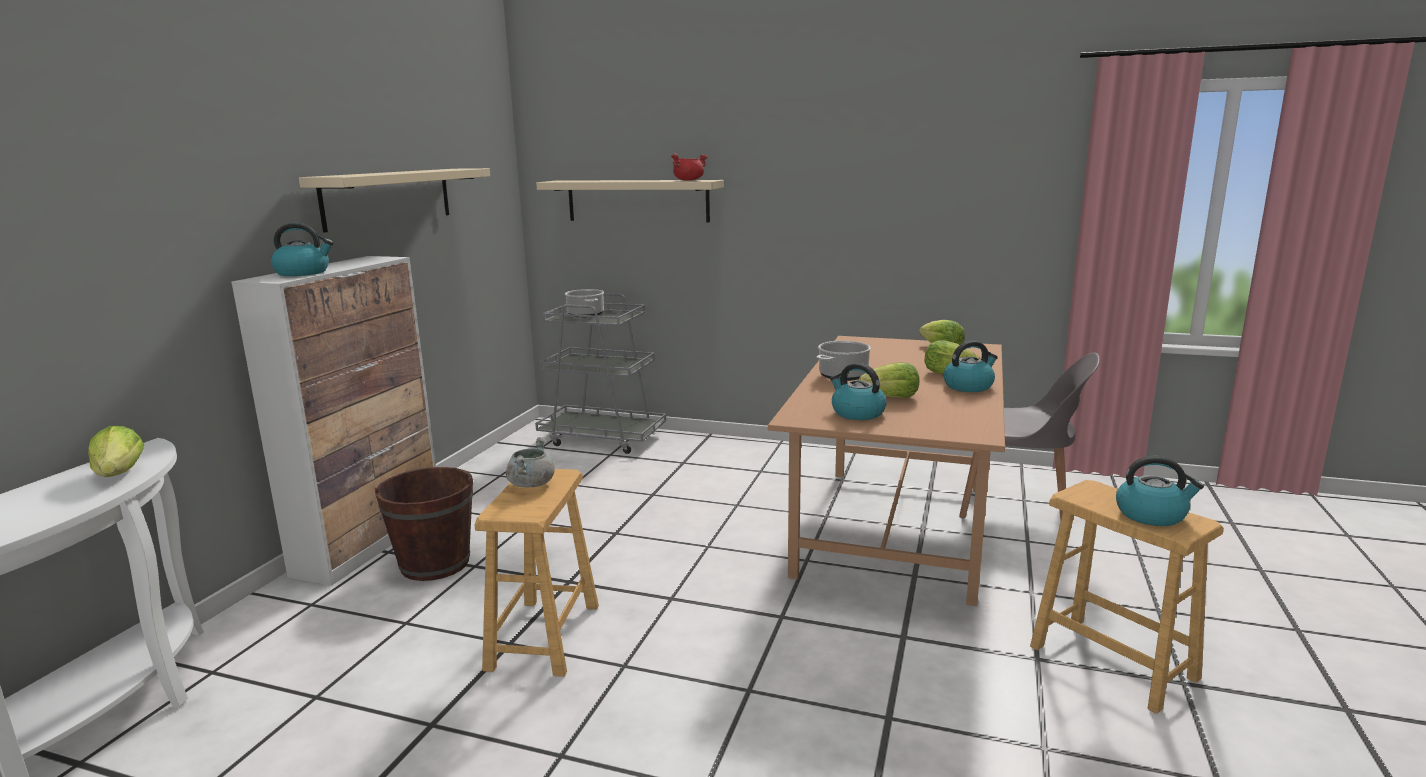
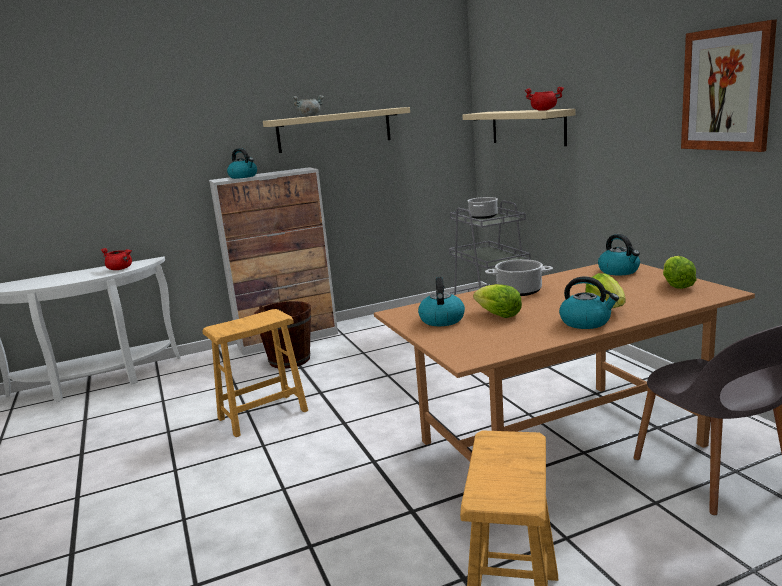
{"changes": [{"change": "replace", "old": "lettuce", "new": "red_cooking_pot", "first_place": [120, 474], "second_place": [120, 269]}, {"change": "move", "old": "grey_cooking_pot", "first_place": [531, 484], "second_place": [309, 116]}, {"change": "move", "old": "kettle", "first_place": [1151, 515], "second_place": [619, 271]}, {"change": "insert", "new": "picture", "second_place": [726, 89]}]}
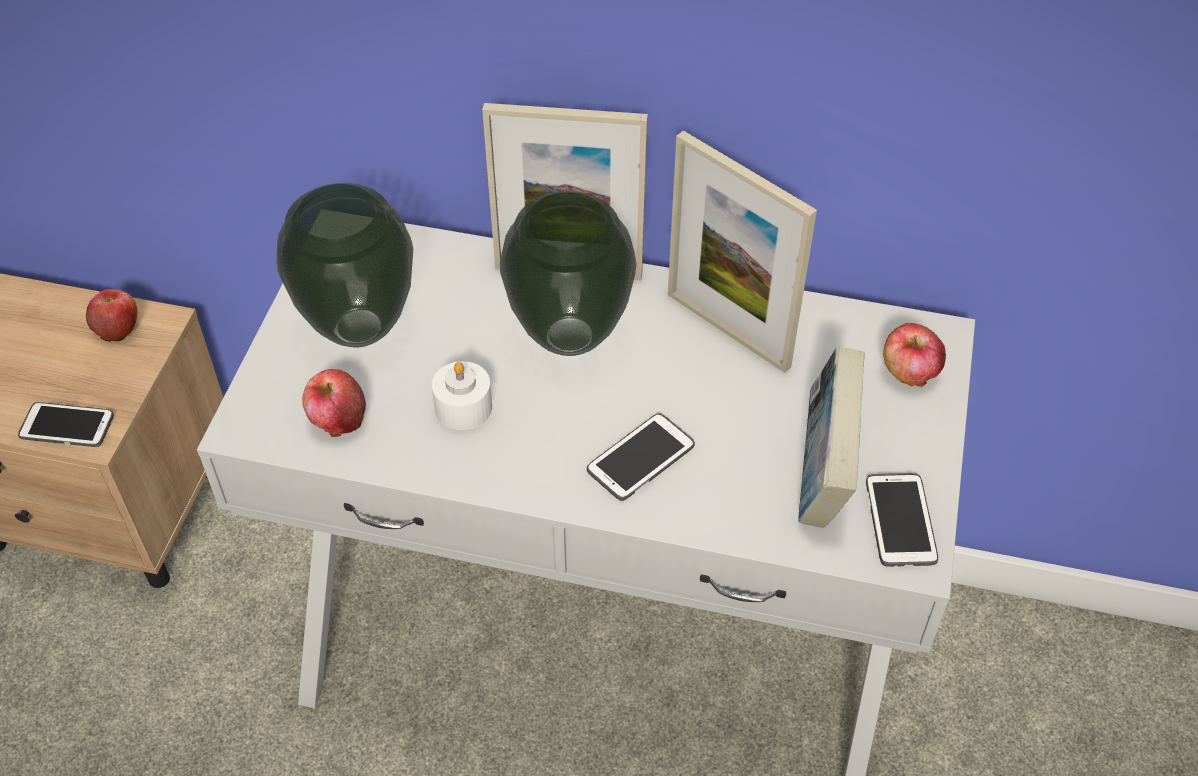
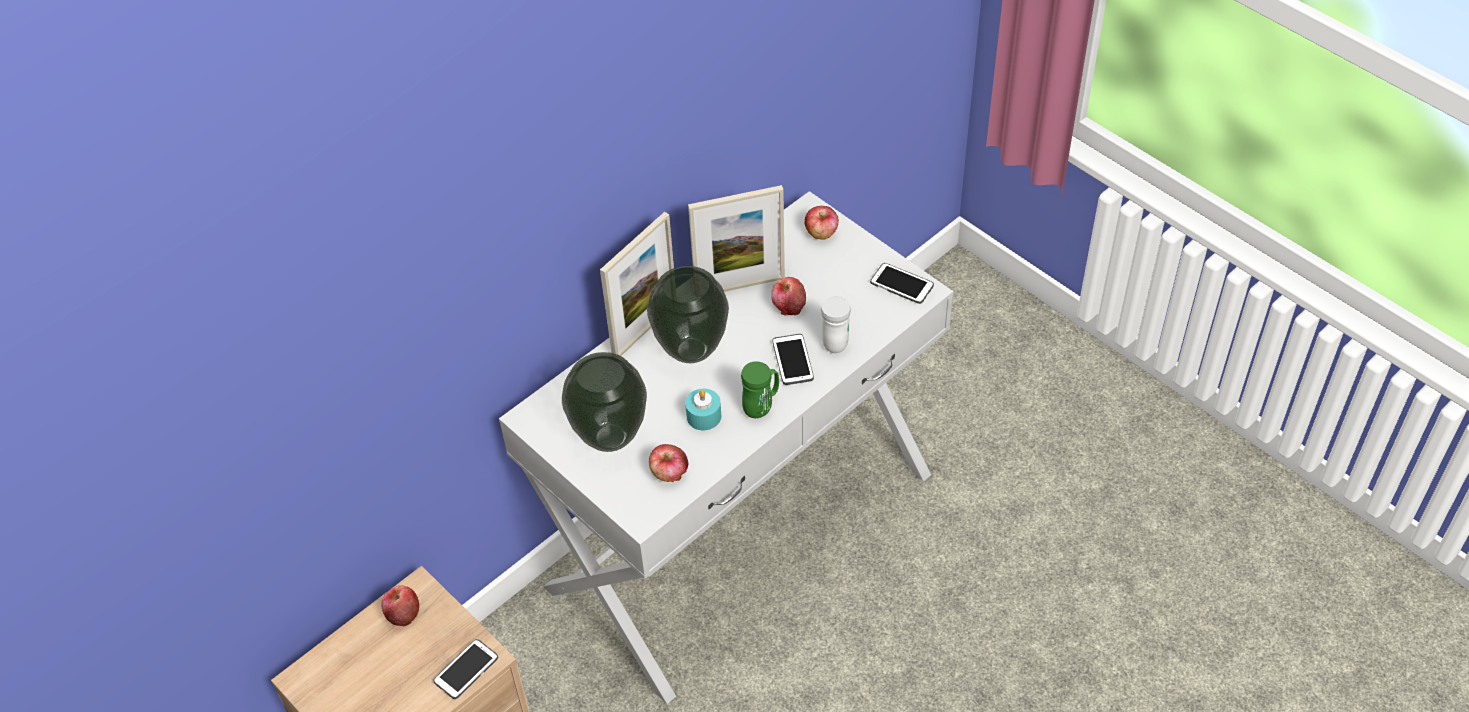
{"changes": [{"change": "recolor", "old": "white_candle", "new": "turquoise_candle", "first_place": [463, 407], "second_place": [703, 416]}, {"change": "delete", "old": "book", "first_place": [823, 475]}, {"change": "insert", "new": "green_mug", "second_place": [761, 406]}, {"change": "insert", "new": "apple", "second_place": [788, 306]}, {"change": "insert", "new": "white_mug", "second_place": [835, 340]}]}
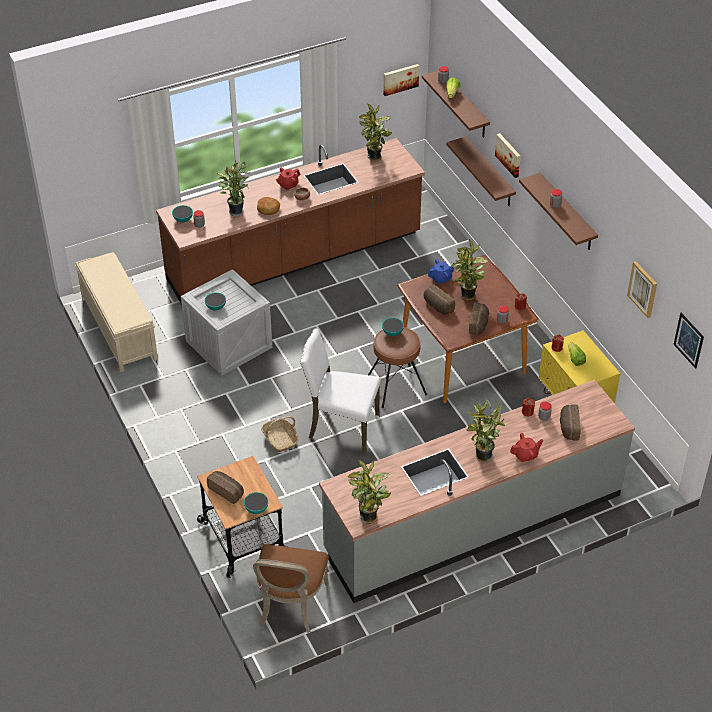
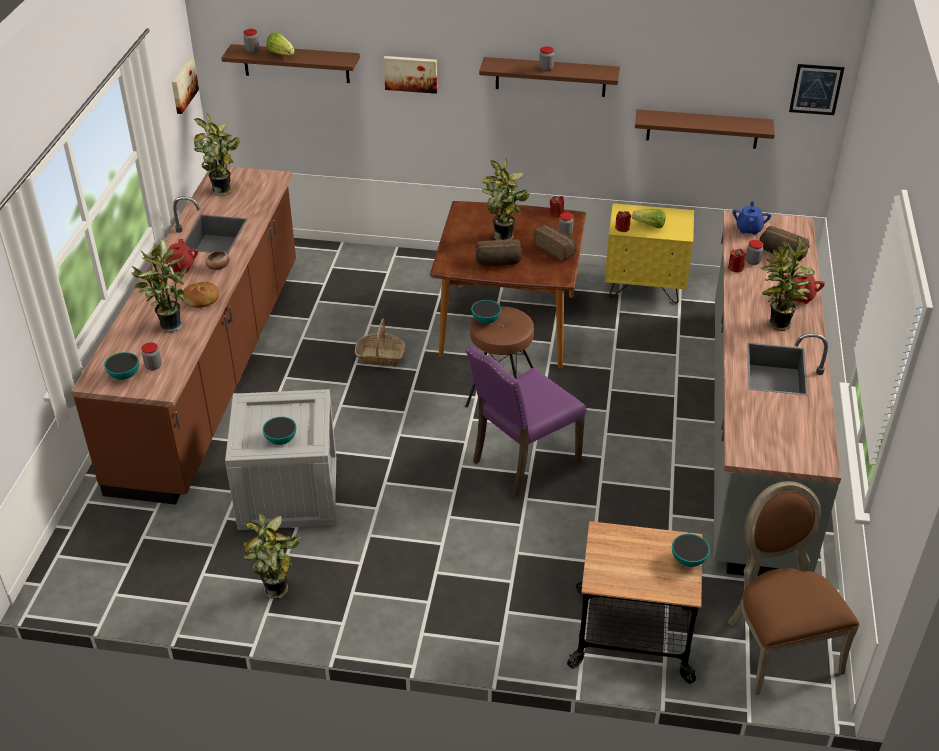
{"changes": [{"change": "delete", "old": "beige_bench", "first_place": [119, 328]}, {"change": "delete", "old": "bread", "first_place": [227, 491]}, {"change": "rotate", "old": "brown_chair", "first_place": [290, 606], "second_place": [777, 644], "degrees": -150}, {"change": "move", "old": "basket", "first_place": [280, 439], "second_place": [380, 356]}, {"change": "recolor", "old": "white_chair", "new": "purple_chair", "first_place": [341, 426], "second_place": [523, 461]}, {"change": "move", "old": "potted_plant", "first_place": [369, 518], "second_place": [279, 590]}, {"change": "move", "old": "blue_teapot", "first_place": [441, 278], "second_place": [749, 229]}, {"change": "move", "old": "brown_shelf", "first_place": [489, 173], "second_place": [702, 129]}, {"change": "delete", "old": "picture", "first_place": [643, 289]}]}
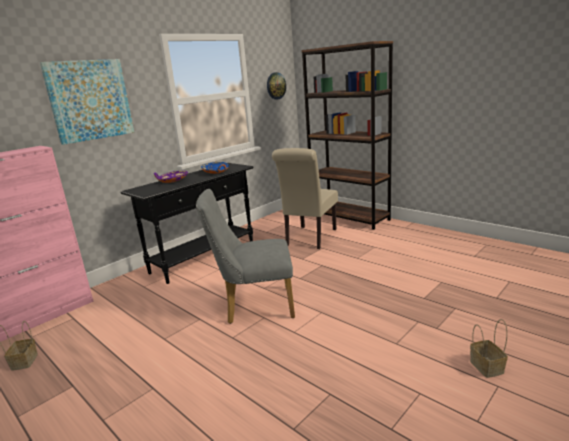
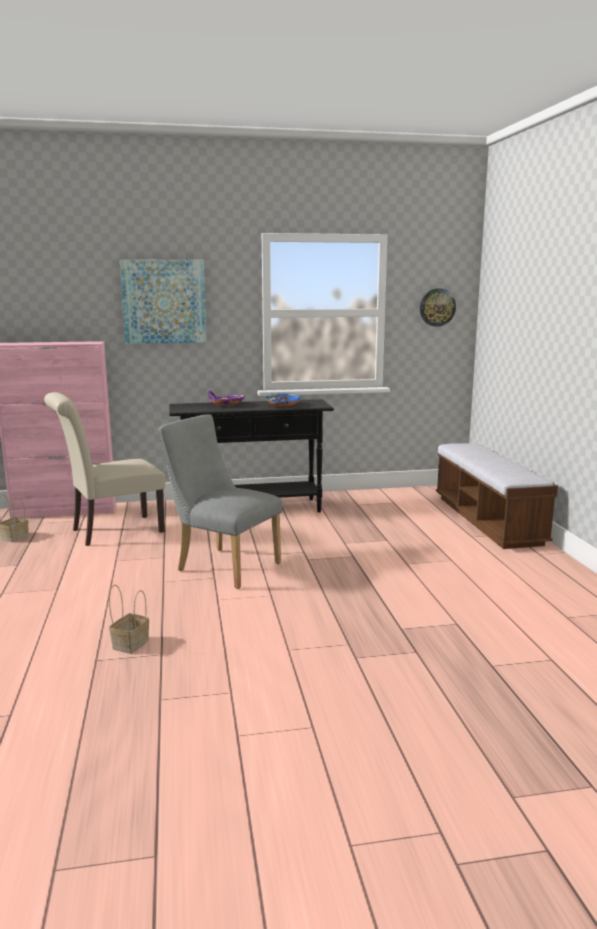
{"changes": [{"change": "move", "old": "beige_chair", "first_place": [309, 238], "second_place": [111, 531]}, {"change": "replace", "old": "brown_bookcase", "new": "bench", "first_place": [350, 217], "second_place": [487, 520]}, {"change": "move", "old": "basket", "first_place": [485, 366], "second_place": [131, 643]}]}
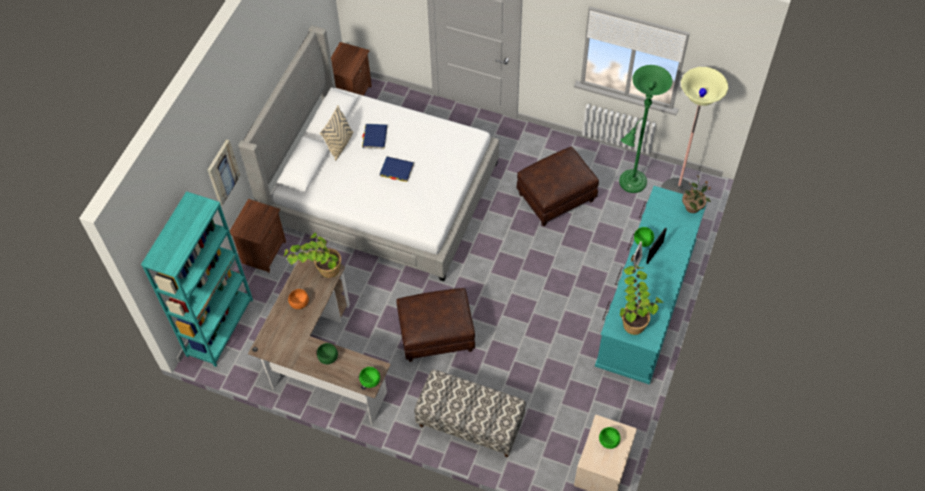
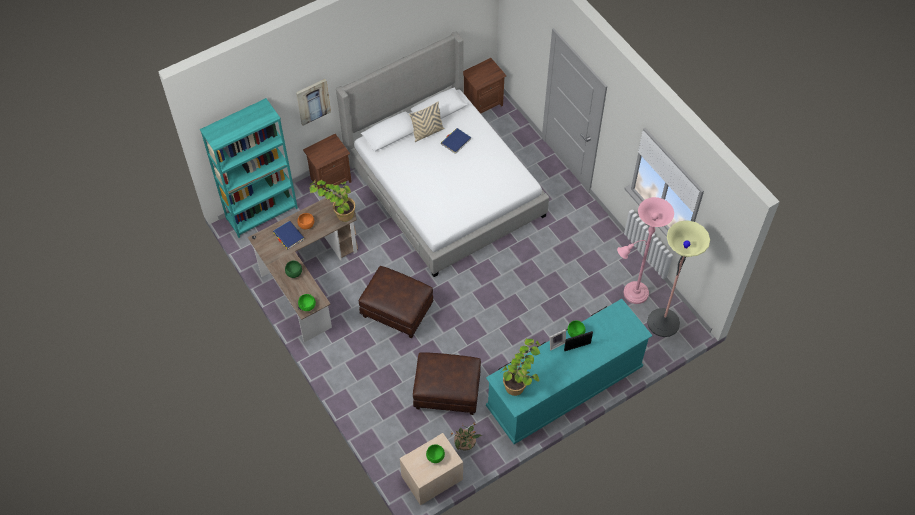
{"changes": [{"change": "move", "old": "blue_book", "first_place": [397, 170], "second_place": [288, 236]}, {"change": "delete", "old": "bench", "first_place": [470, 424]}, {"change": "move", "old": "brown_ottoman", "first_place": [555, 198], "second_place": [446, 393]}, {"change": "recolor", "old": "green_floor_lamp", "new": "pink_floor_lamp", "first_place": [630, 184], "second_place": [632, 294]}, {"change": "move", "old": "potted_plant", "first_place": [692, 207], "second_place": [465, 444]}]}
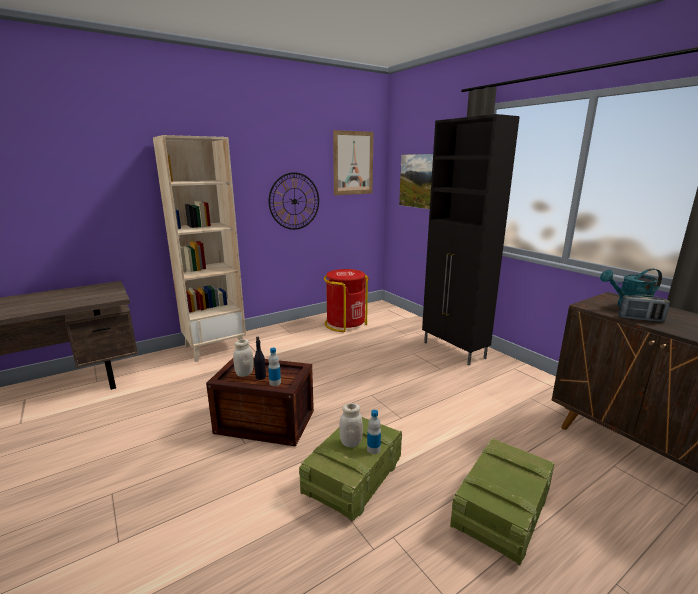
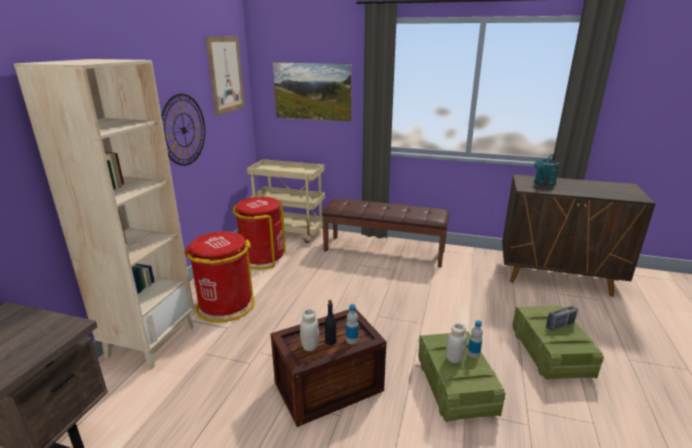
{"changes": [{"change": "replace", "old": "black_cabinet", "new": "brown_bench", "first_place": [454, 351], "second_place": [384, 250]}, {"change": "move", "old": "radio", "first_place": [640, 319], "second_place": [560, 326]}, {"change": "insert", "new": "red_trash_can", "second_place": [225, 305]}, {"change": "insert", "new": "beige_cart", "second_place": [290, 232]}]}
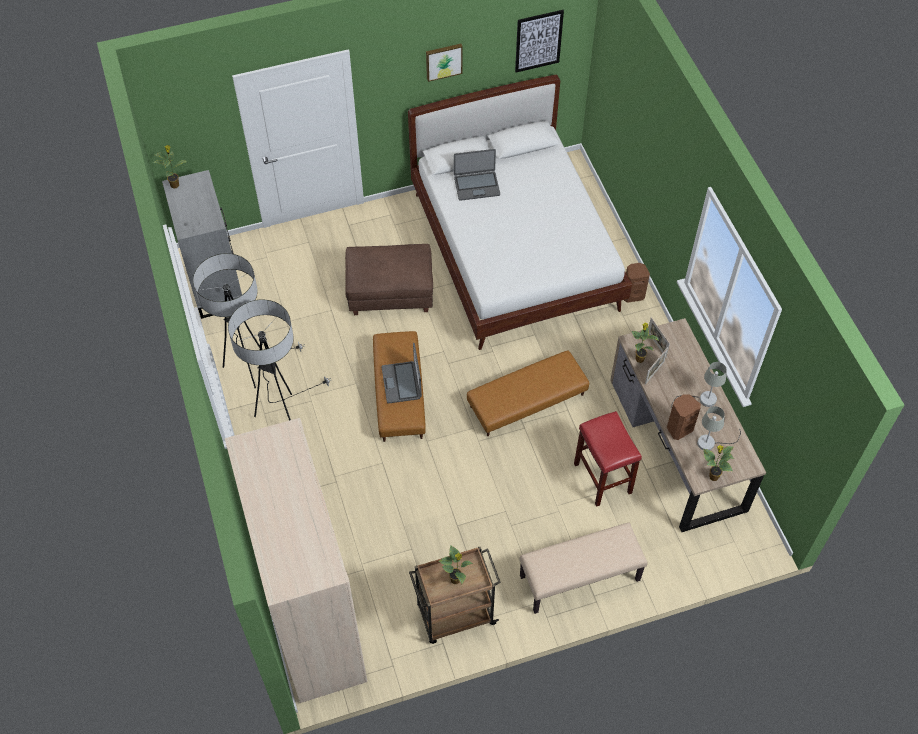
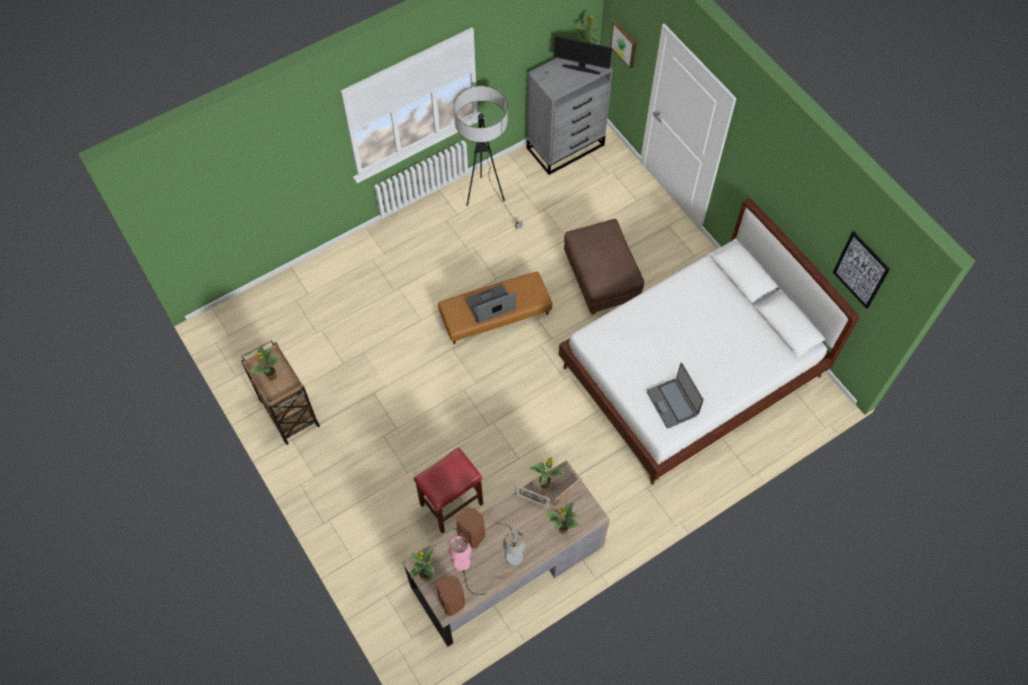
{"changes": [{"change": "delete", "old": "beige_wardrobe", "first_place": [312, 616]}, {"change": "delete", "old": "floor_lamp", "first_place": [282, 414]}, {"change": "move", "old": "picture", "first_place": [443, 61], "second_place": [624, 43]}, {"change": "move", "old": "laptop", "first_place": [476, 185], "second_place": [672, 403]}, {"change": "delete", "old": "brown_ottoman", "first_place": [527, 401]}, {"change": "delete", "old": "beige_bench", "first_place": [579, 579]}, {"change": "move", "old": "brown_speaker", "first_place": [632, 294], "second_place": [452, 601]}, {"change": "recolor", "old": "grey_table_lamp", "new": "pink_table_lamp", "first_place": [711, 442], "second_place": [464, 568]}, {"change": "insert", "new": "potted_plant", "second_place": [562, 529]}, {"change": "insert", "new": "monitor", "second_place": [581, 68]}]}
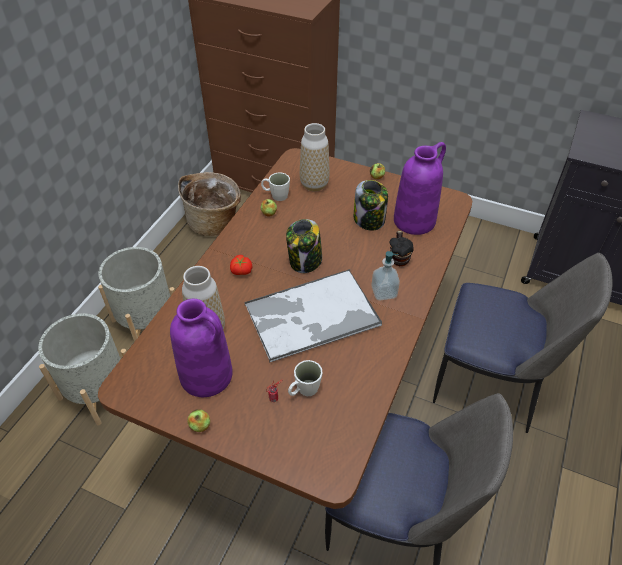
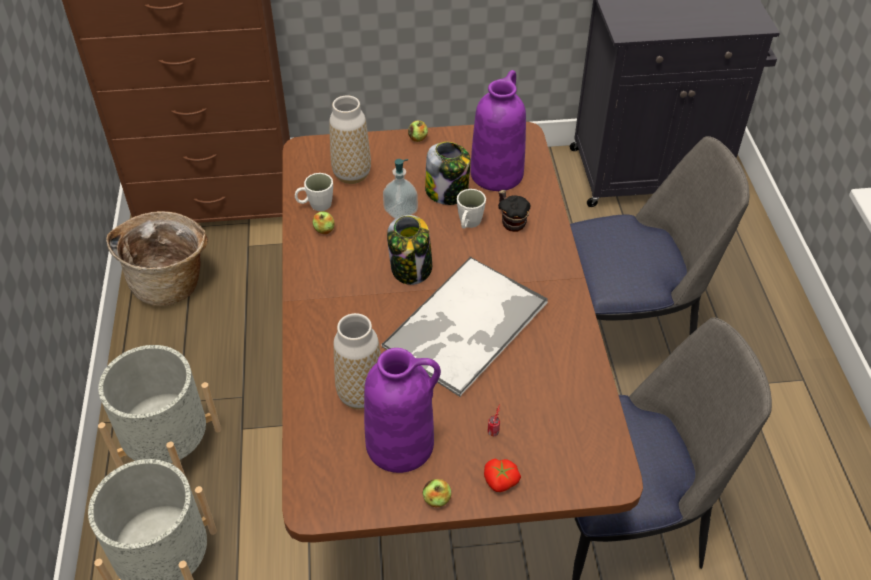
{"changes": [{"change": "move", "old": "tomato", "first_place": [241, 271], "second_place": [500, 481]}, {"change": "move", "old": "white_mug", "first_place": [304, 390], "second_place": [468, 224]}, {"change": "move", "old": "soap_dispenser", "first_place": [384, 292], "second_place": [400, 211]}]}
